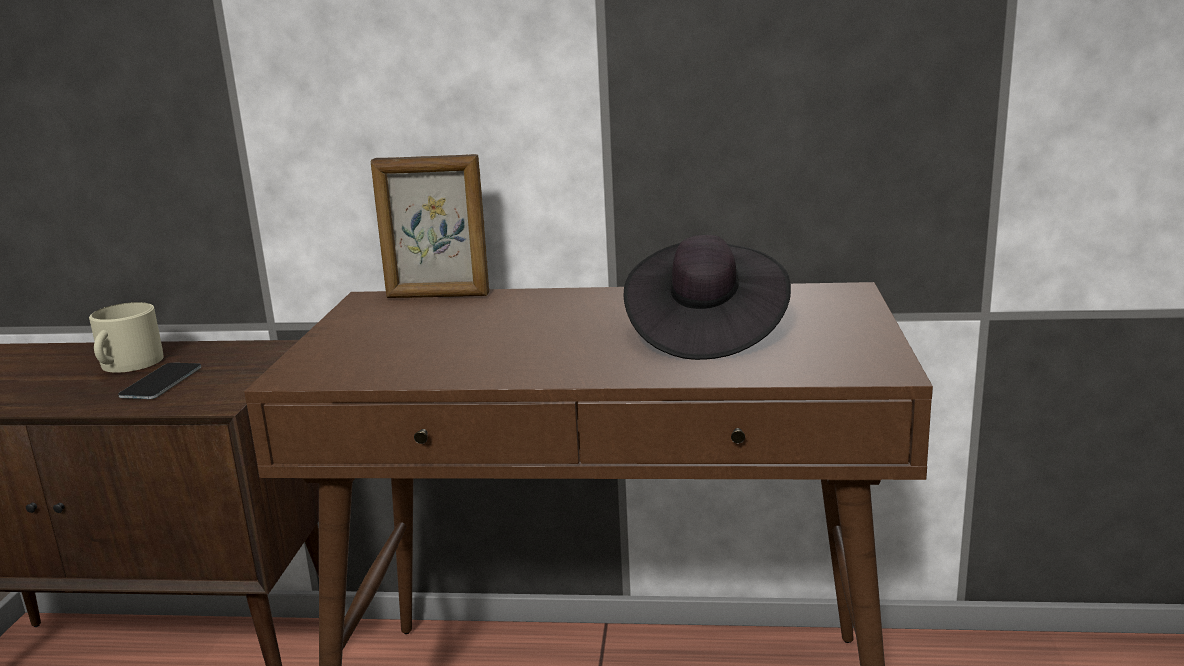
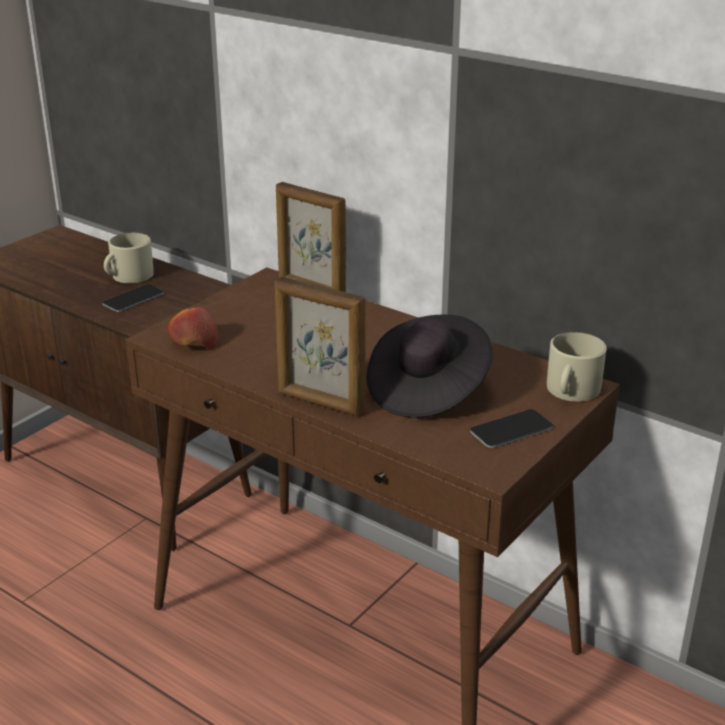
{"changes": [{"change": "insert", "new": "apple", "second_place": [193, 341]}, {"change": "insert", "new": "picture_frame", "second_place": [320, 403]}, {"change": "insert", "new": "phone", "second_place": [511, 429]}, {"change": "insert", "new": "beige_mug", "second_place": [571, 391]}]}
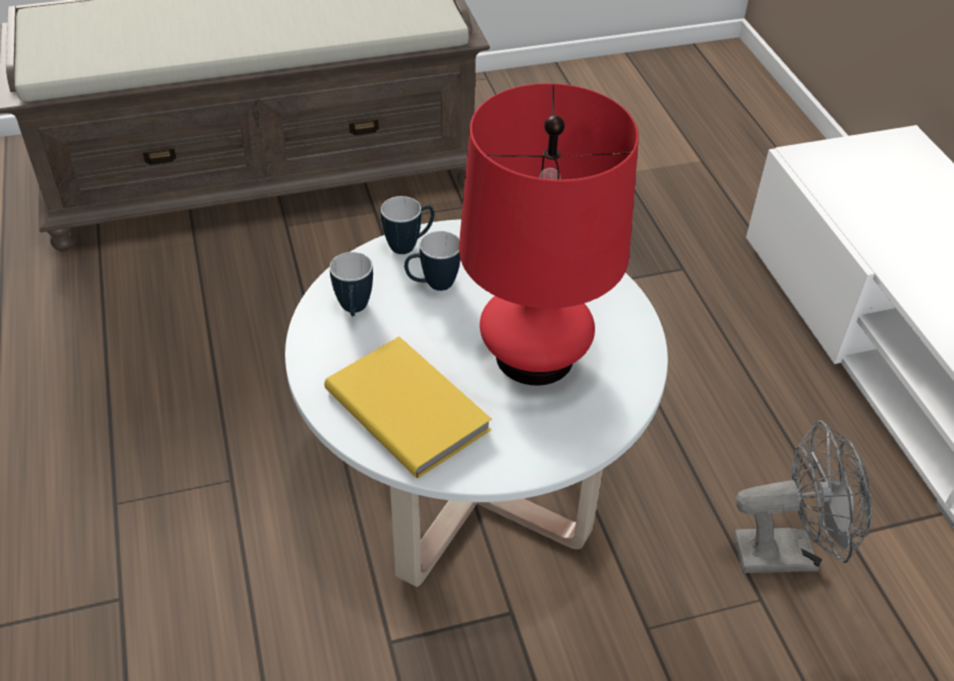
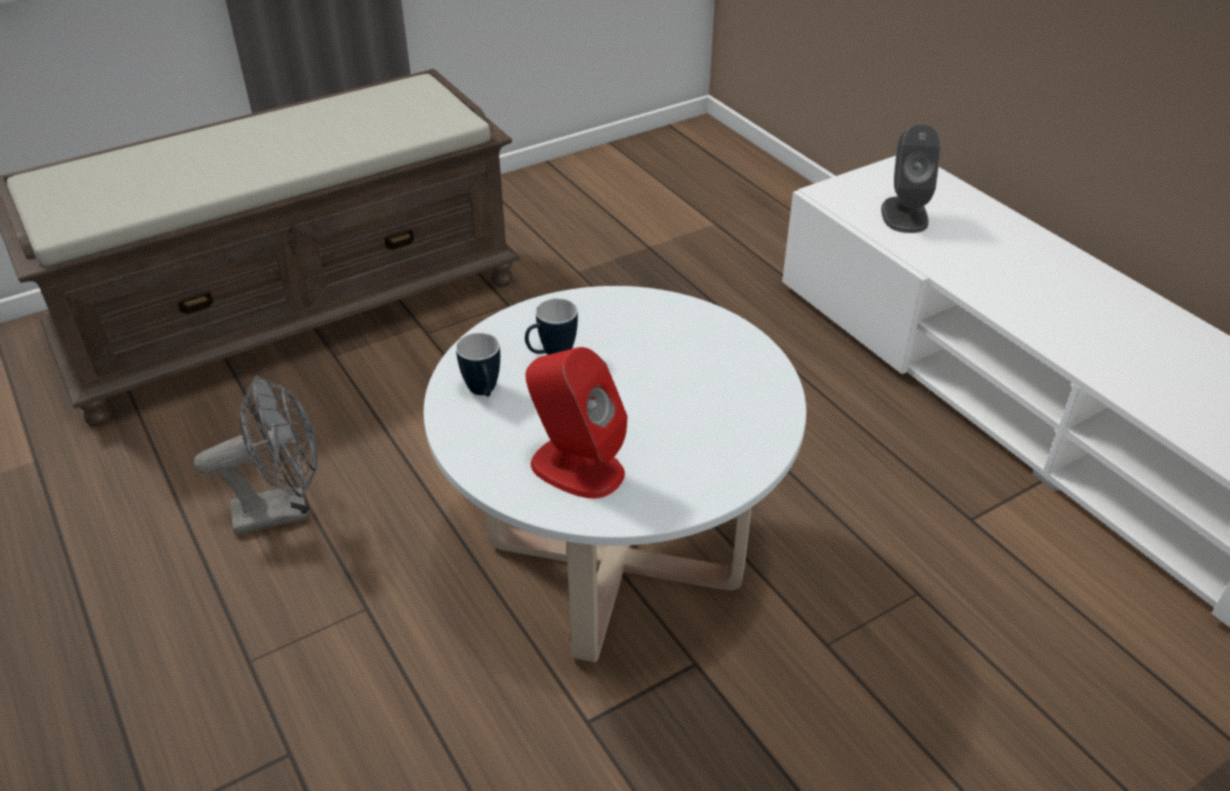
{"changes": [{"change": "replace", "old": "yellow_book", "new": "red_speaker", "first_place": [409, 407], "second_place": [576, 467]}, {"change": "delete", "old": "mug", "first_place": [409, 245]}, {"change": "delete", "old": "red_table_lamp", "first_place": [534, 356]}, {"change": "move", "old": "grey_fan", "first_place": [788, 552], "second_place": [283, 510]}, {"change": "insert", "new": "grey_speaker", "second_place": [904, 214]}]}
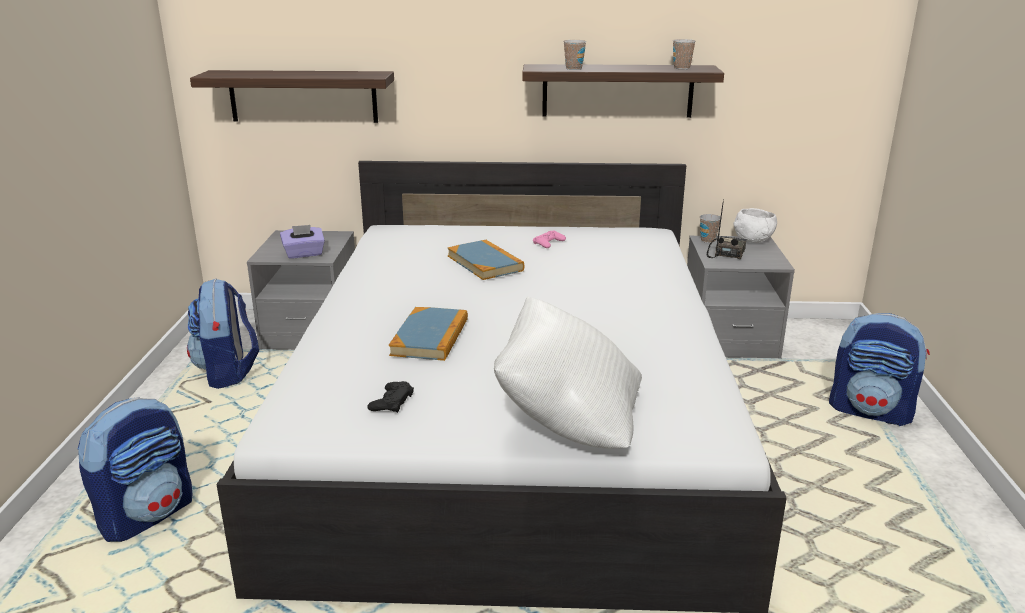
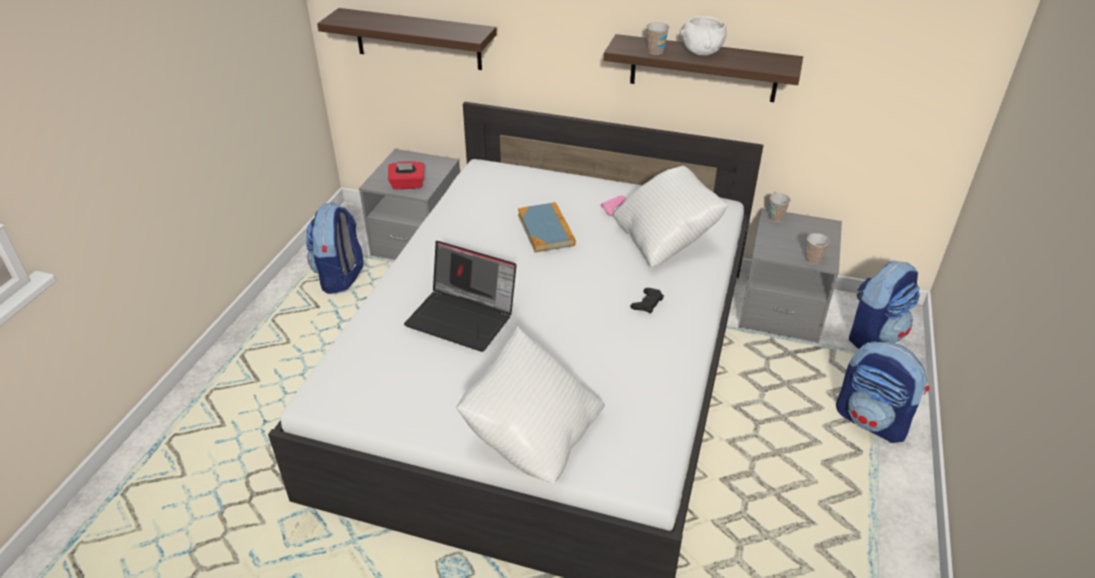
{"changes": [{"change": "move", "old": "backpack", "first_place": [148, 515], "second_place": [873, 334]}, {"change": "recolor", "old": "purple_tissue_box", "new": "red_tissue_box", "first_place": [304, 254], "second_place": [407, 185]}, {"change": "move", "old": "black_game_controller", "first_place": [391, 402], "second_place": [647, 303]}, {"change": "replace", "old": "book", "new": "laptop", "first_place": [430, 337], "second_place": [463, 317]}, {"change": "move", "old": "cup", "first_place": [682, 68], "second_place": [813, 259]}, {"change": "delete", "old": "radio", "first_place": [726, 253]}, {"change": "move", "old": "white_bowl", "first_place": [753, 241], "second_place": [702, 53]}, {"change": "insert", "new": "white_pillow", "second_place": [666, 240]}]}
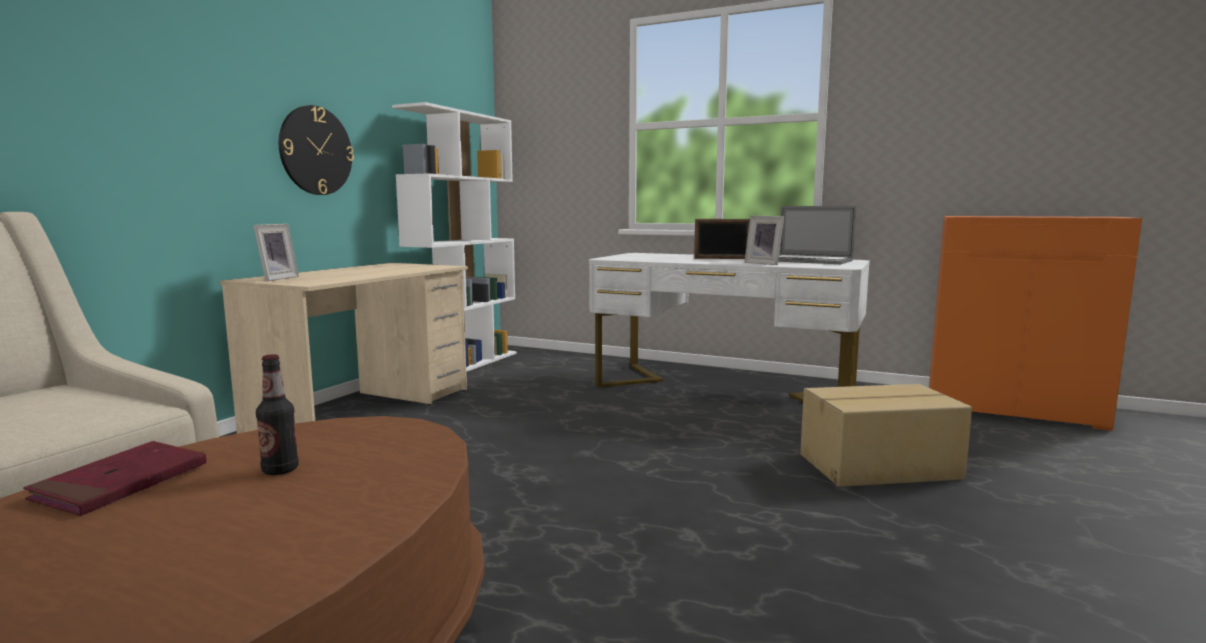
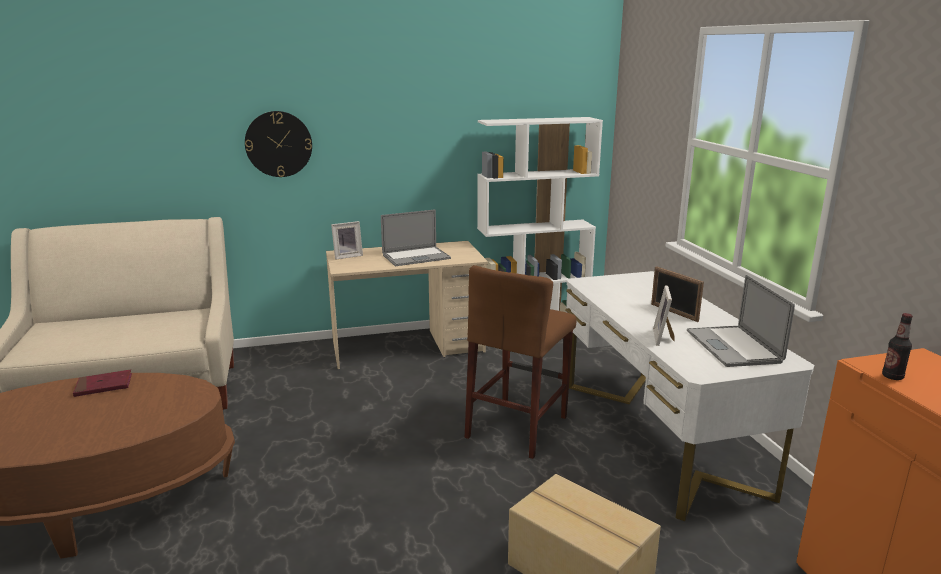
{"changes": [{"change": "move", "old": "bottle", "first_place": [280, 470], "second_place": [892, 376]}, {"change": "move", "old": "wall_clock", "first_place": [316, 150], "second_place": [278, 144]}, {"change": "insert", "new": "laptop", "second_place": [416, 257]}, {"change": "insert", "new": "brown_stool", "second_place": [517, 427]}]}
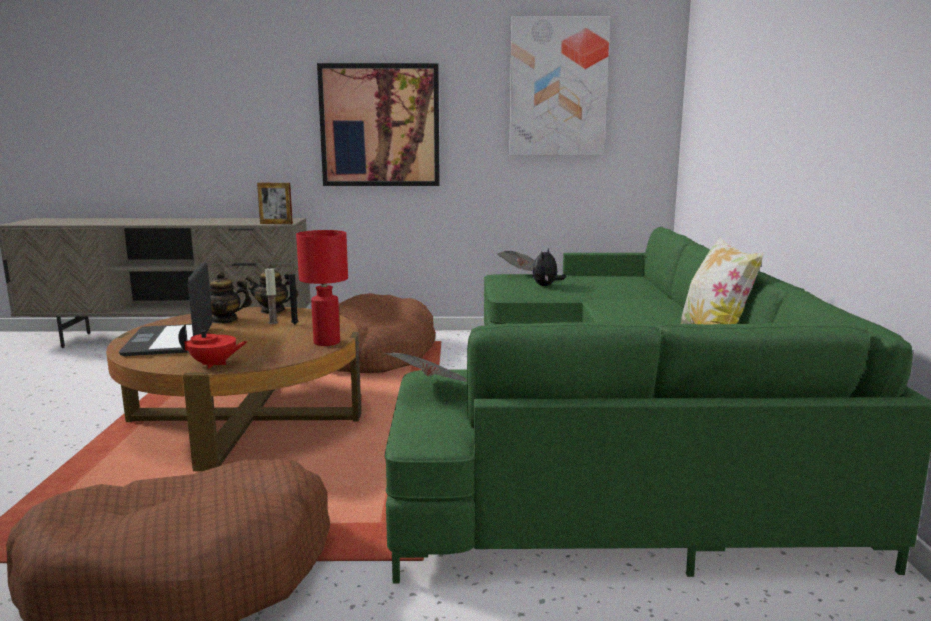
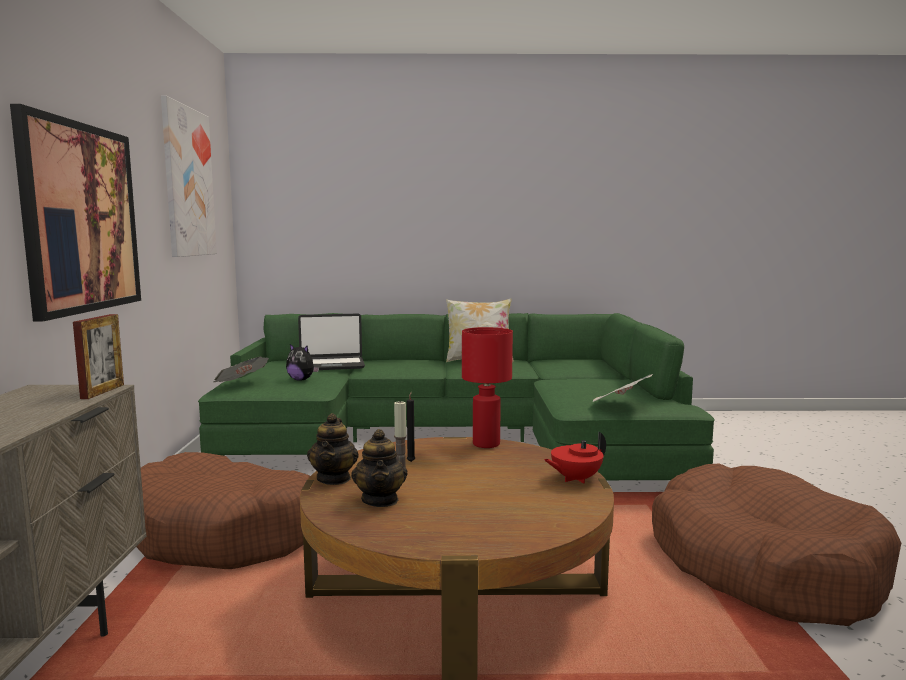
{"changes": [{"change": "move", "old": "laptop", "first_place": [171, 341], "second_place": [331, 365]}, {"change": "rotate", "old": "red_teapot", "first_place": [214, 364], "second_place": [575, 479], "degrees": -120}]}
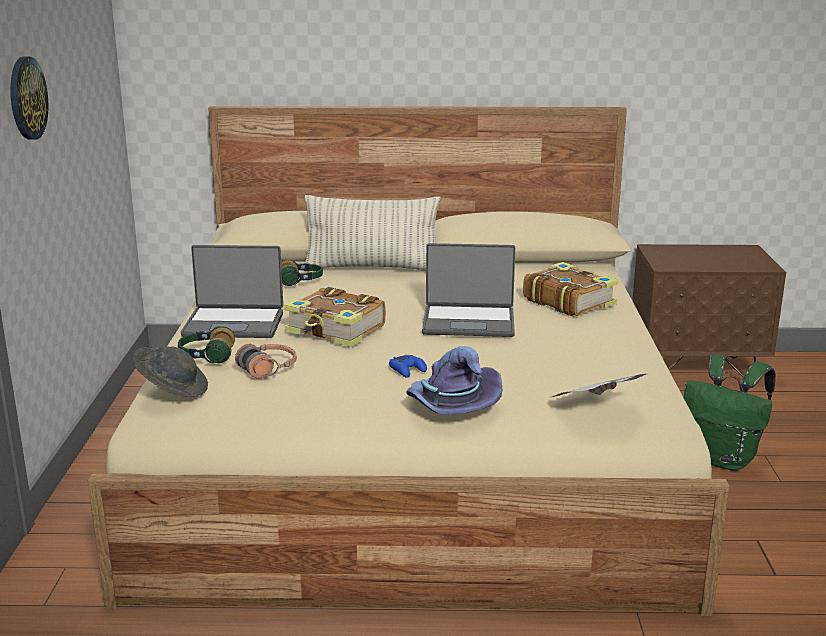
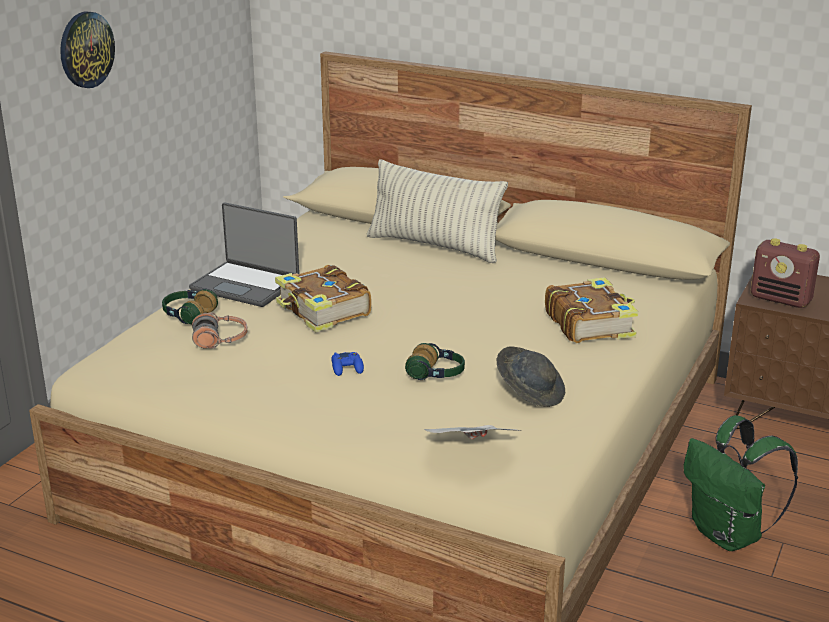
{"changes": [{"change": "move", "old": "grey_hat", "first_place": [172, 389], "second_place": [530, 392]}, {"change": "move", "old": "headphones", "first_place": [300, 282], "second_place": [436, 375]}, {"change": "delete", "old": "purple_hat", "first_place": [450, 407]}, {"change": "delete", "old": "laptop", "first_place": [468, 322]}, {"change": "insert", "new": "radio", "second_place": [781, 299]}]}
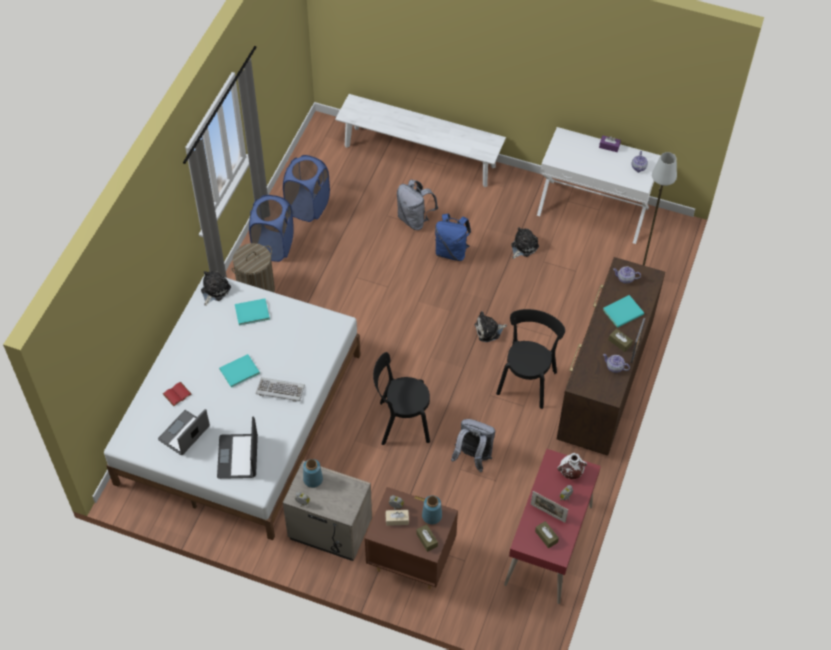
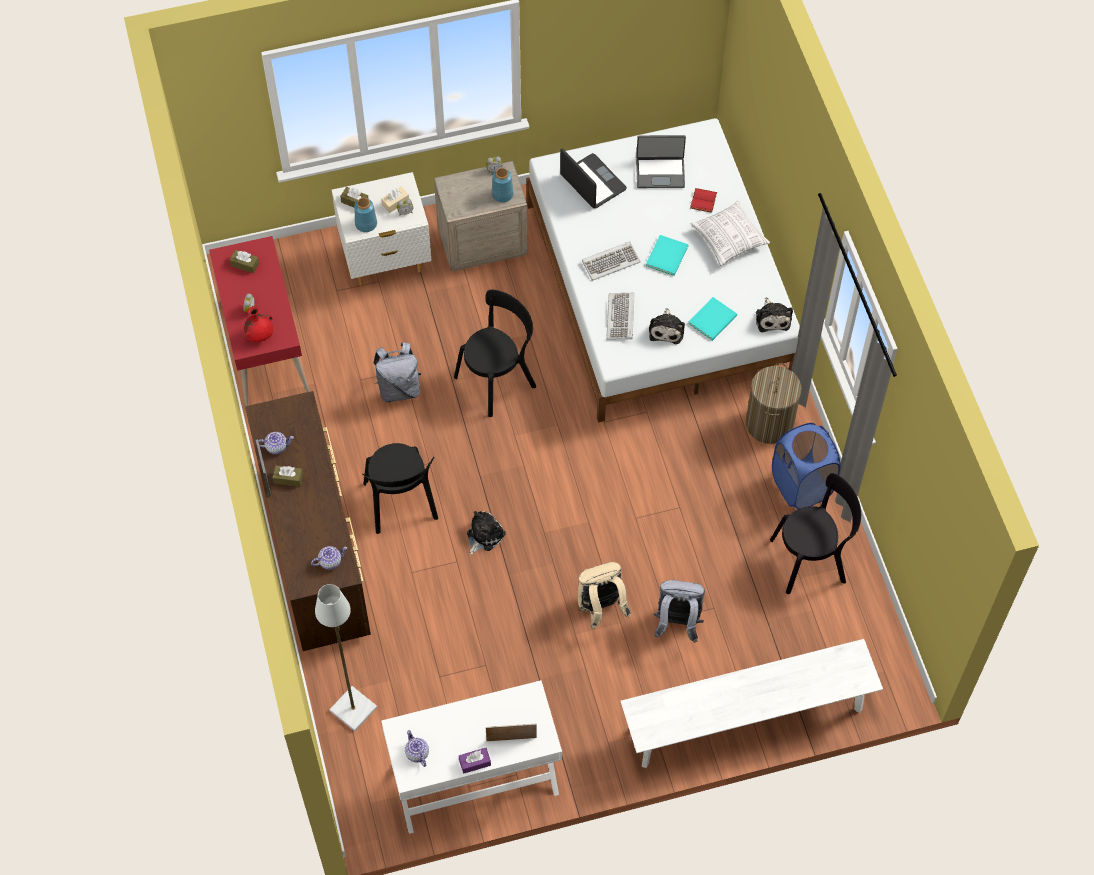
{"changes": [{"change": "rotate", "old": "laptop", "first_place": [185, 434], "second_place": [660, 172], "degrees": 90}, {"change": "replace", "old": "blue_laundry_basket", "new": "black_chair", "first_place": [308, 207], "second_place": [812, 559]}, {"change": "recolor", "old": "brown_nightstand", "new": "white_nightstand", "first_place": [411, 561], "second_place": [386, 261]}, {"change": "recolor", "old": "blue_backpack", "new": "beige_backpack", "first_place": [451, 251], "second_place": [601, 608]}, {"change": "move", "old": "plush_toy", "first_place": [523, 247], "second_place": [666, 329]}, {"change": "move", "old": "picture_frame", "first_place": [548, 513], "second_place": [511, 739]}, {"change": "recolor", "old": "white_vase", "new": "red_vase", "first_place": [570, 472], "second_place": [260, 335]}, {"change": "delete", "old": "turquoise_book", "first_place": [624, 312]}, {"change": "insert", "new": "keyboard", "second_place": [621, 317]}, {"change": "insert", "new": "pillow", "second_place": [728, 239]}]}
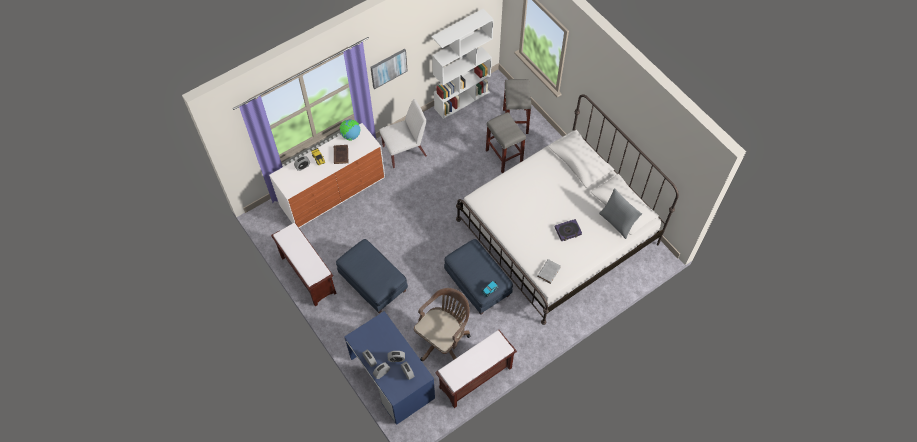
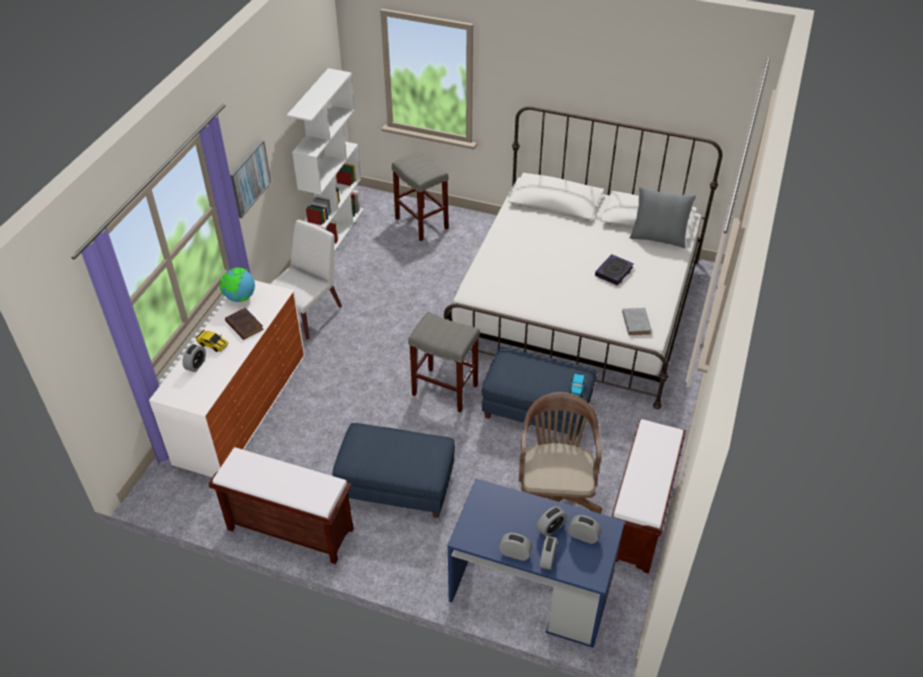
{"changes": [{"change": "move", "old": "grey_stool", "first_place": [503, 156], "second_place": [444, 390]}]}
